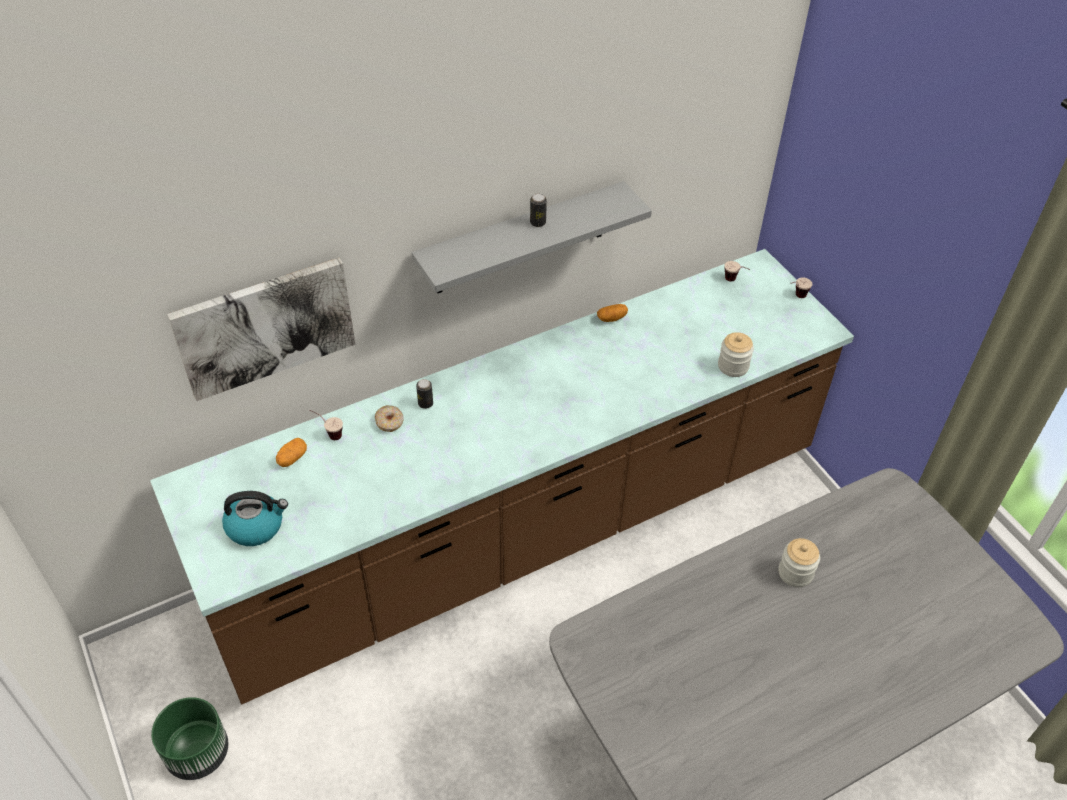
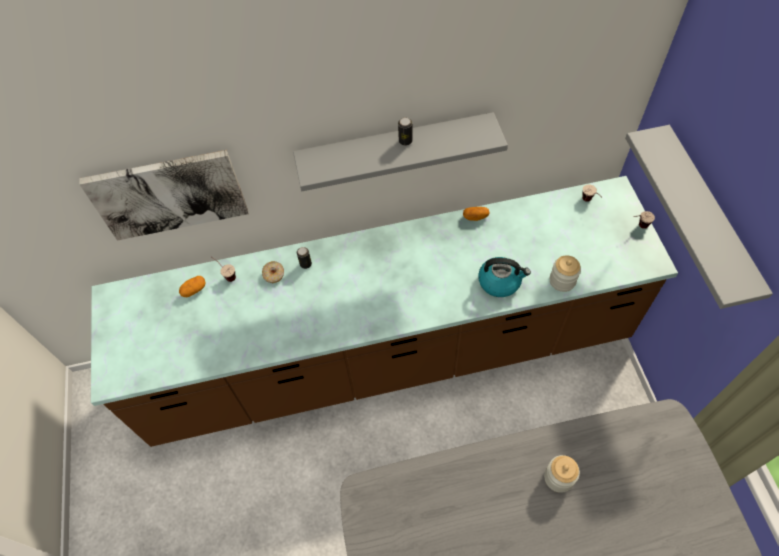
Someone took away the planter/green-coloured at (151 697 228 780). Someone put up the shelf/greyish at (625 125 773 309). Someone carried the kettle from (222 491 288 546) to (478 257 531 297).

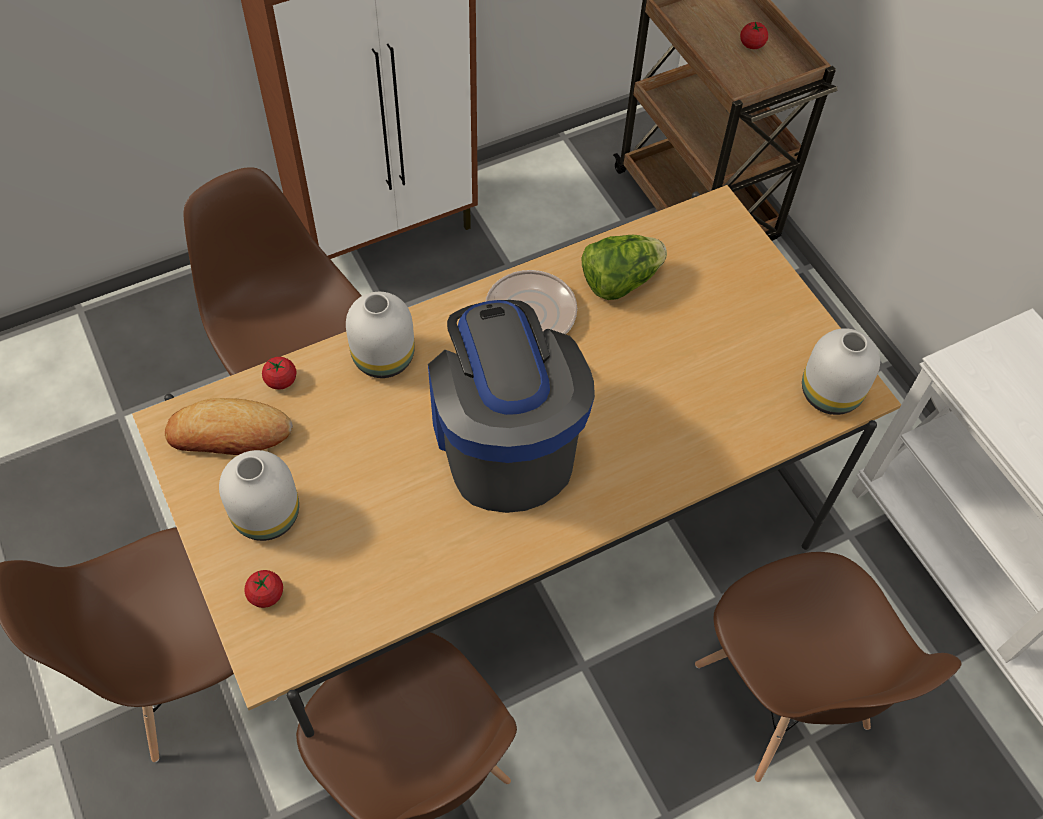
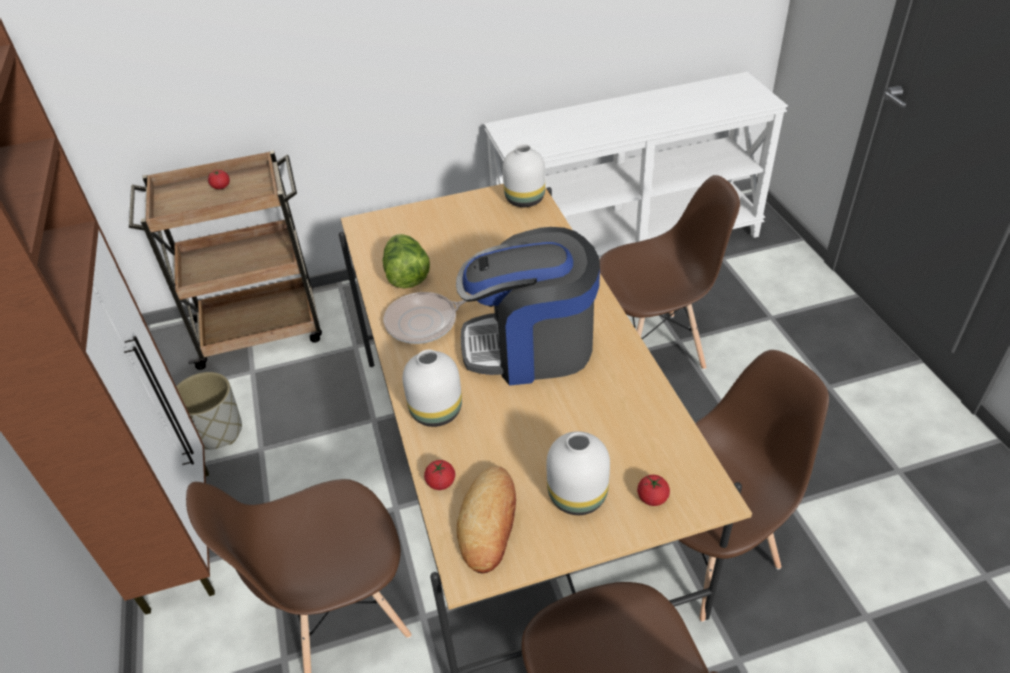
Someone put down the planter/greyish at (176 372 242 450).

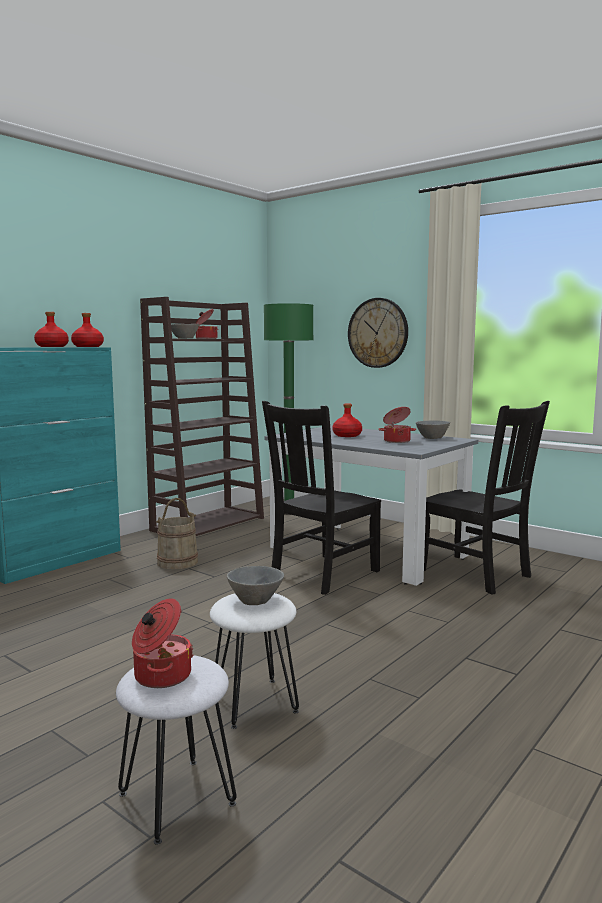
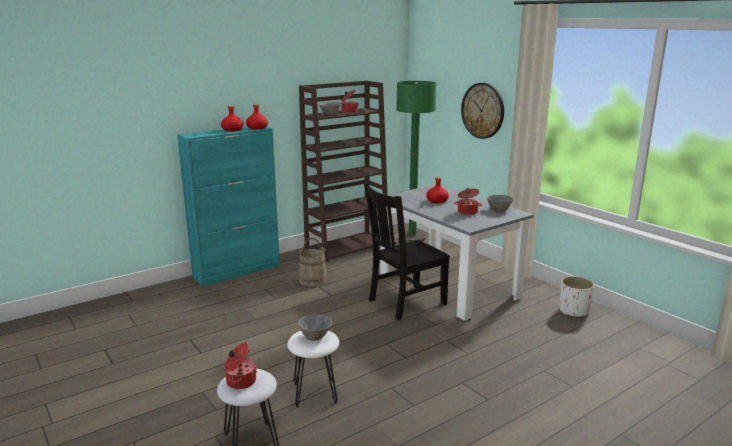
Someone took away the plain chair/black-coloured at (424 401 550 595). Someone put down the planter/whitish at (559 276 594 317).

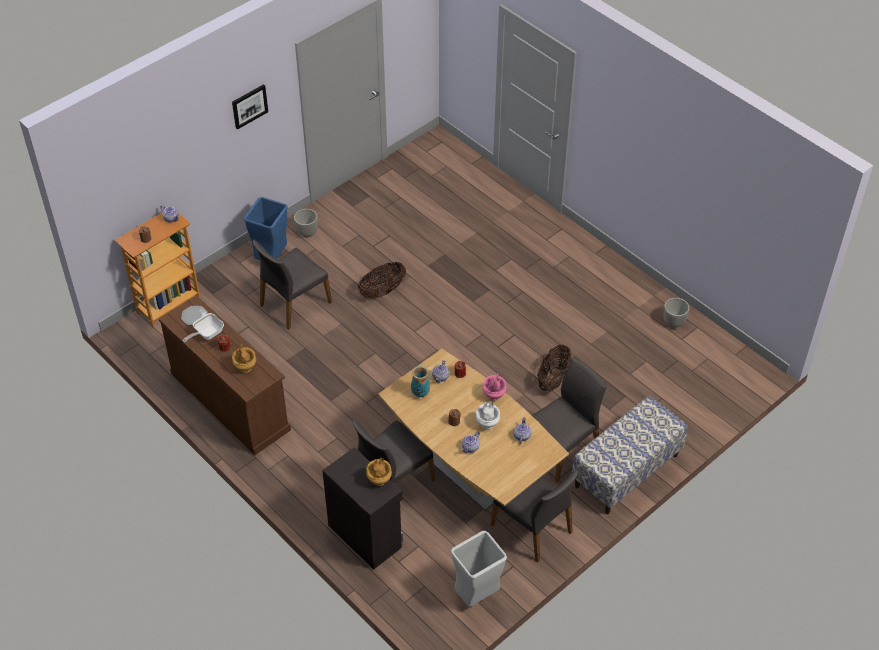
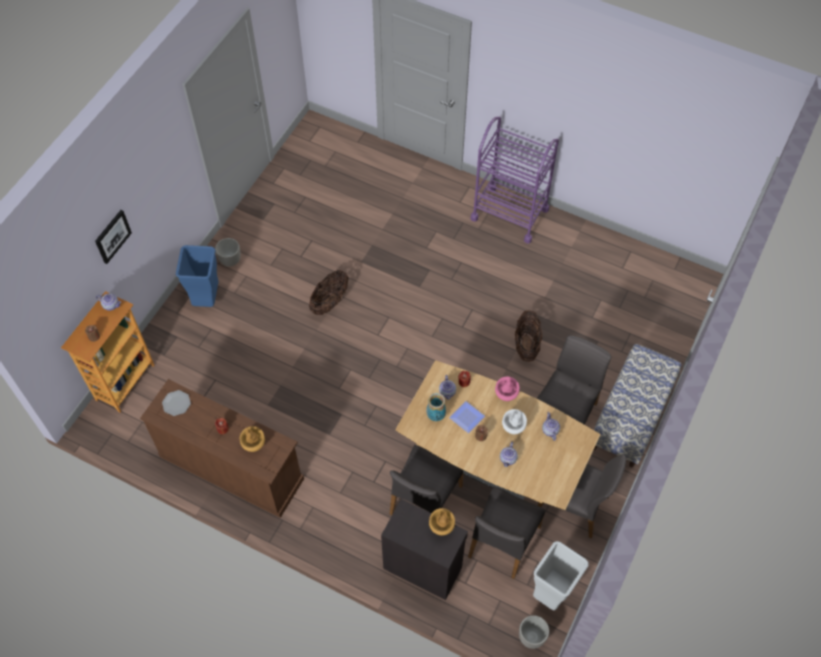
Someone took away the frying pan at (183 313 224 343). Someone put down the plate at (449 401 485 433). Someone put down the cart/purple-coloured at (470 117 559 244). Someone carried the wall art from (232 84 268 130) to (95 210 132 264). Someone carried the plain chair/greyish from (253 240 332 330) to (468 487 545 579). Someone carried the planter from (663 298 690 328) to (519 615 549 649).

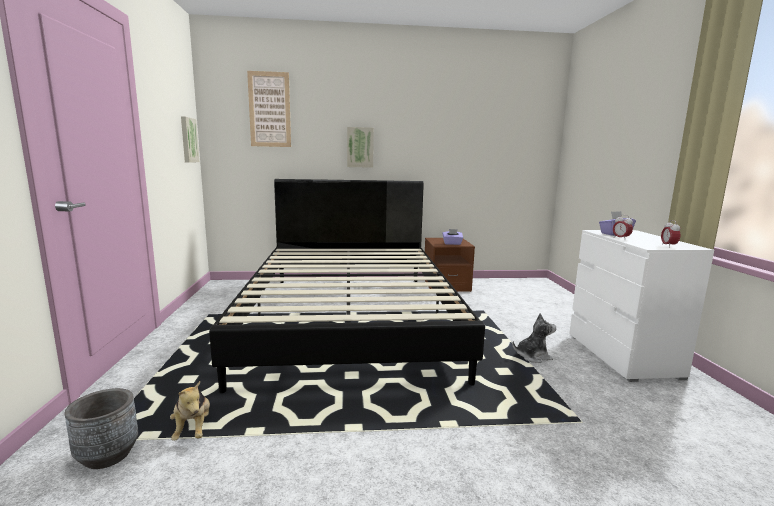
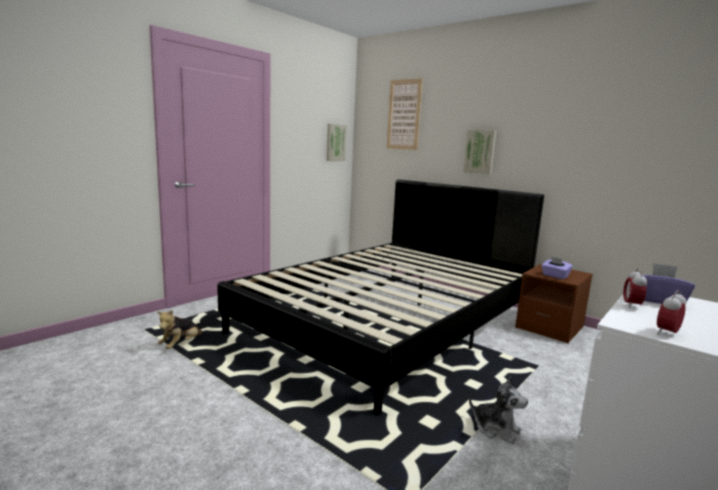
Someone took away the planter/greyish at (65 388 138 469).

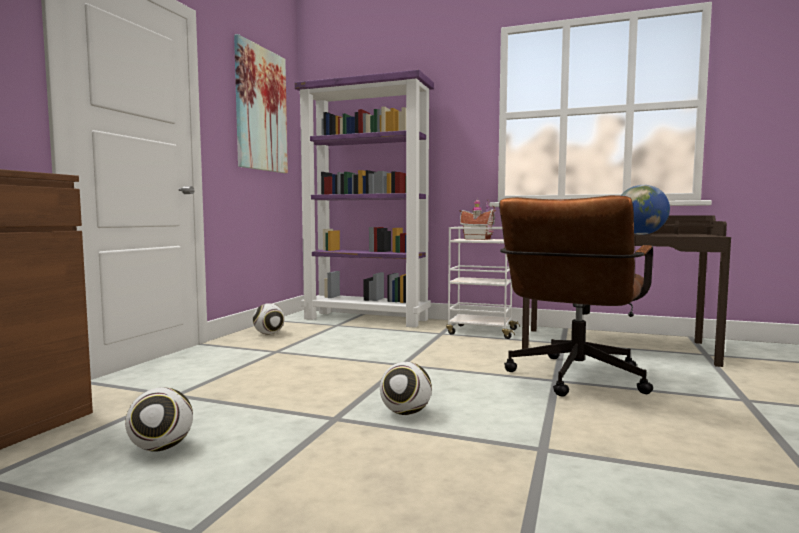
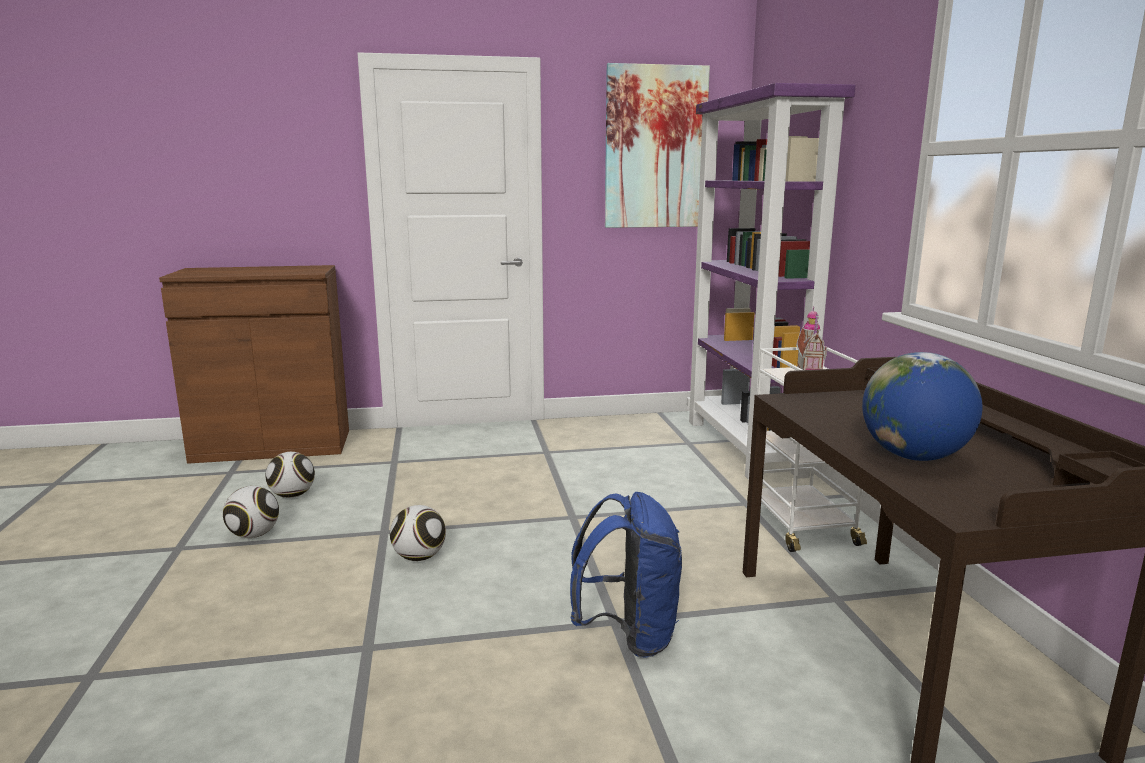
Someone carried the ball for football from (253 303 285 334) to (223 486 279 538). Someone swapped the desk chair/brown at (499 195 653 397) for the backpack/blue at (570 492 682 657).

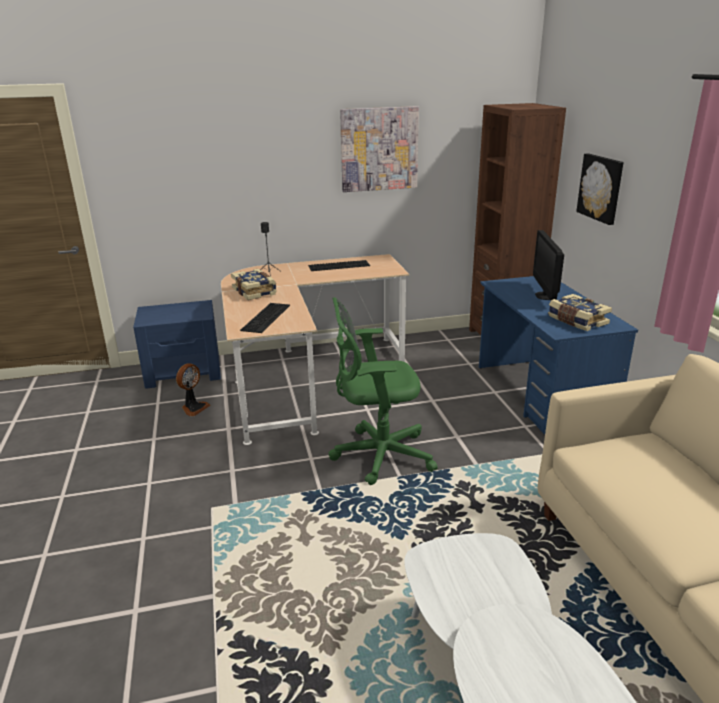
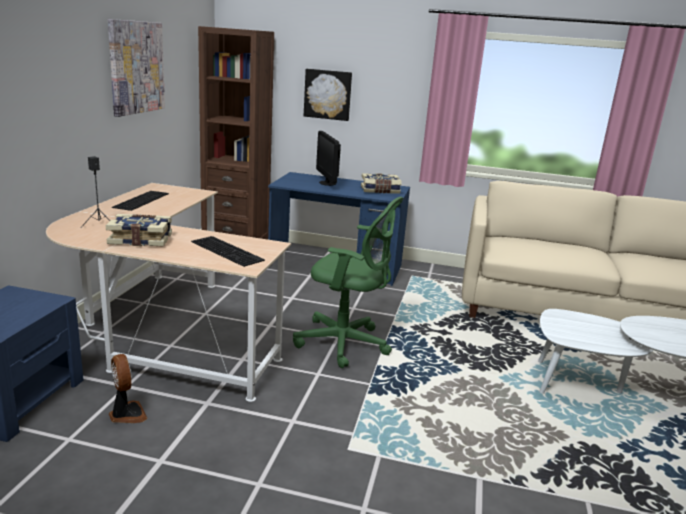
Someone rotated the desk chair/green-coloured at (329 297 438 485) by 90 degrees counterclockwise. Someone rotated the monitor at (533 230 564 301) by 45 degrees clockwise.

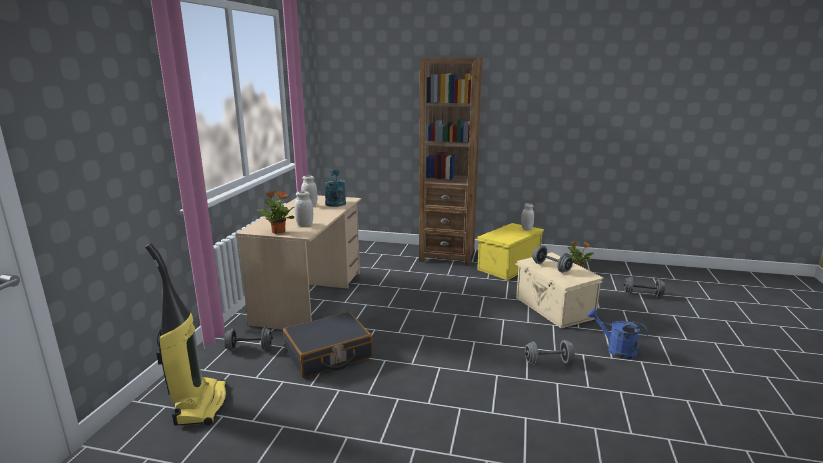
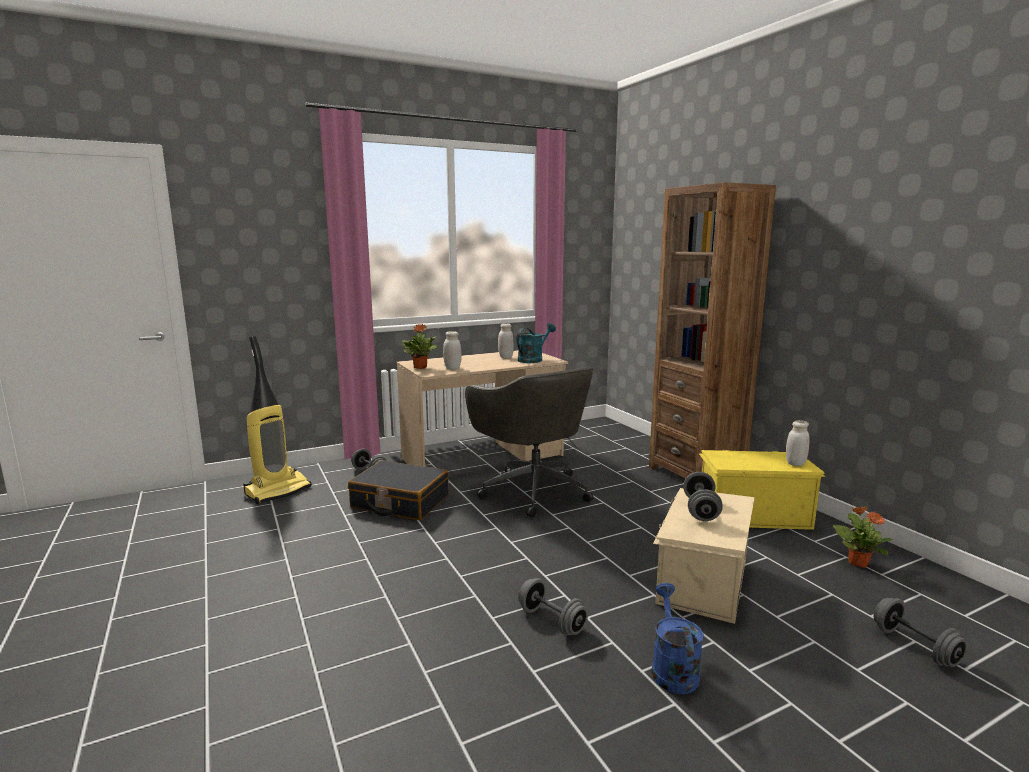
Someone put down the desk chair/greyish at (465 367 594 517).

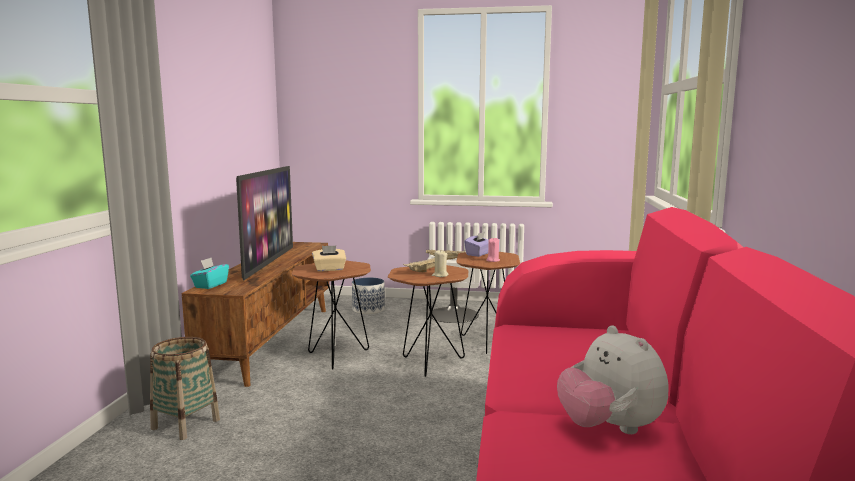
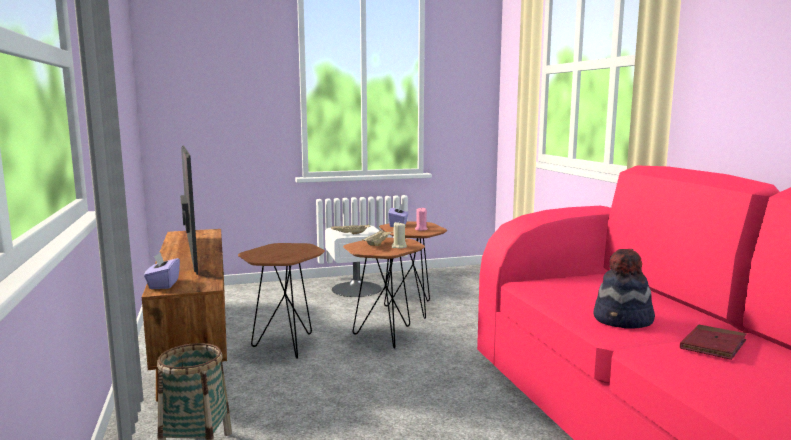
Someone took away the box of tissues/beige at (312 245 346 272). Someone took away the planter at (352 277 385 314). Someone put down the hat at (593 249 655 329). Someone swapped the plush toy at (557 325 668 434) for the volume/red at (680 325 747 360). Someone repainted the box of tissues/turquoise at (190 258 229 289), which became the box of tissues/purple-coloured at (144 252 180 289).

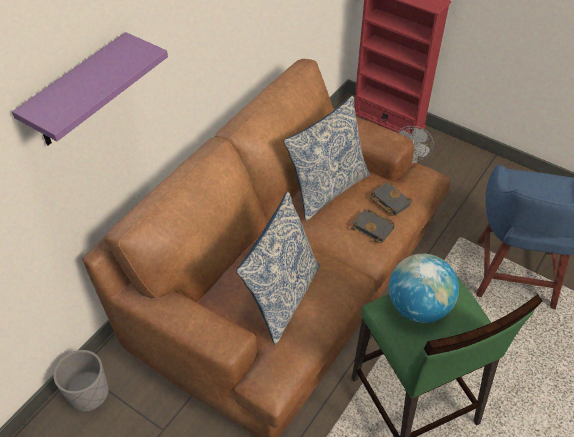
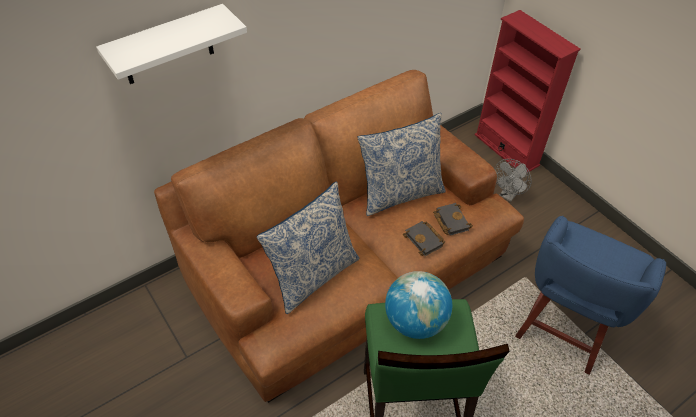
Someone took away the planter/greyish at (53 350 109 412). Someone repainted the shelf/purple-coloured at (12 32 168 145), which became the shelf/whitish at (96 4 247 84).

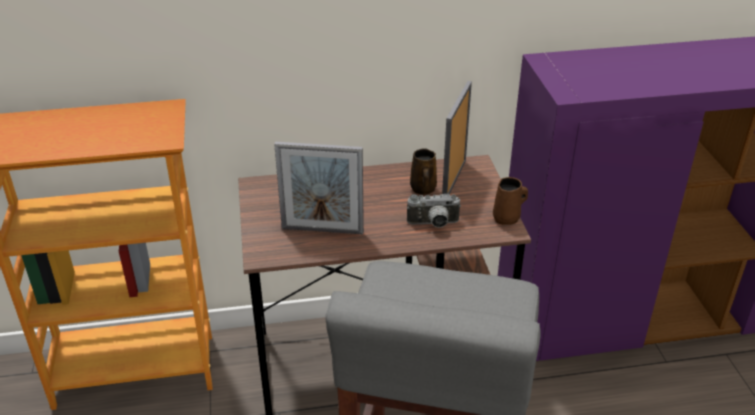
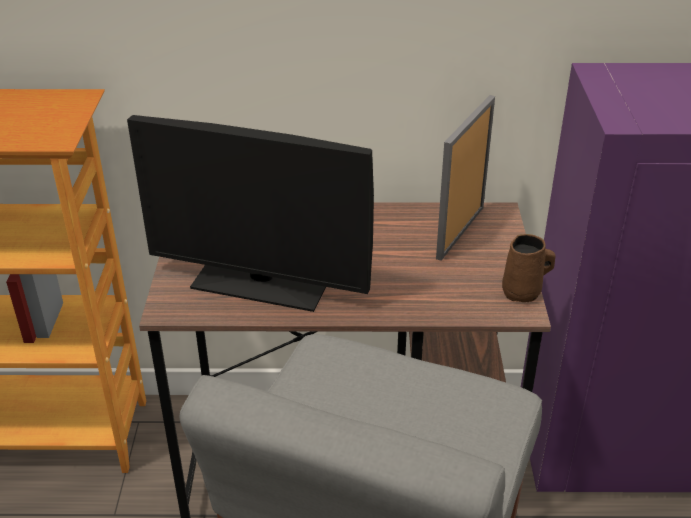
Someone took away the photo camera at (407 194 461 228). Someone took away the mug/brown at (410 148 437 195). Someone swapped the picture frame at (274 142 364 234) for the monitor at (127 115 374 312).

